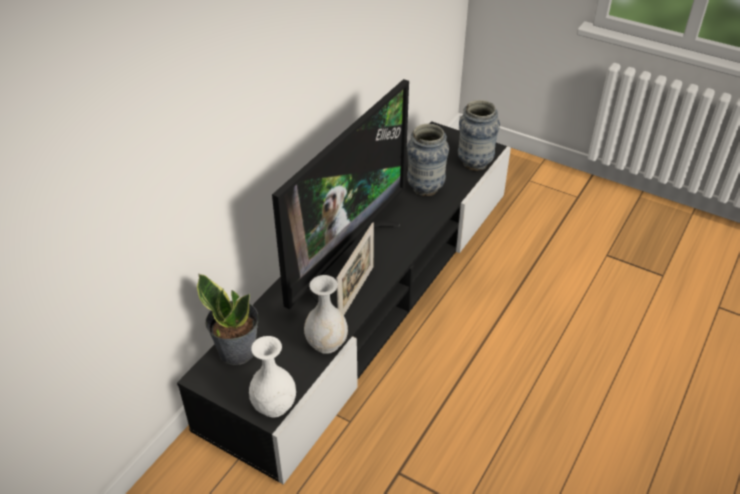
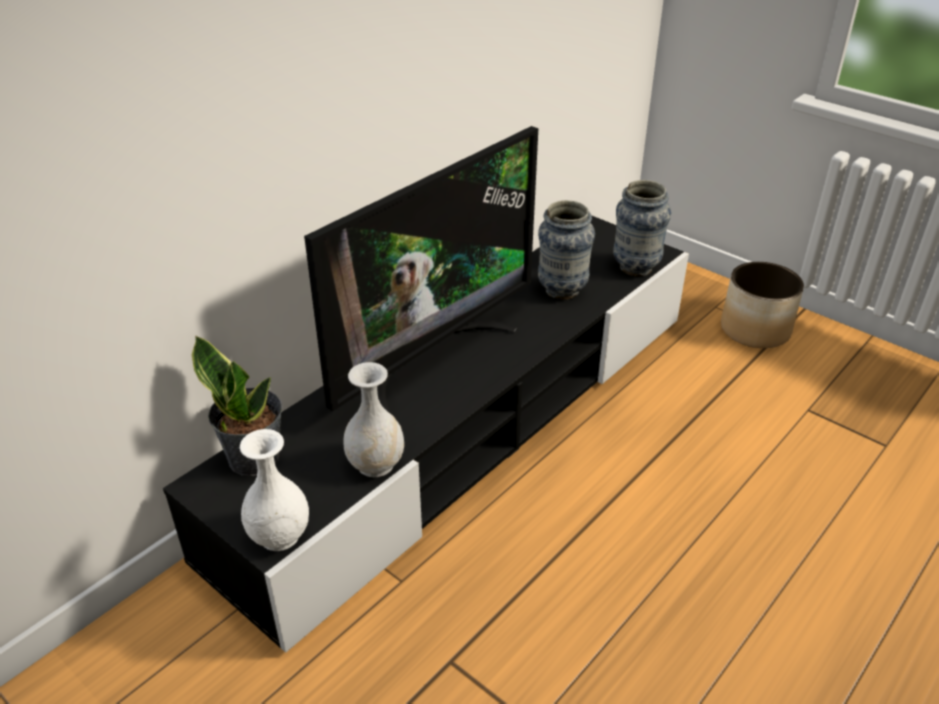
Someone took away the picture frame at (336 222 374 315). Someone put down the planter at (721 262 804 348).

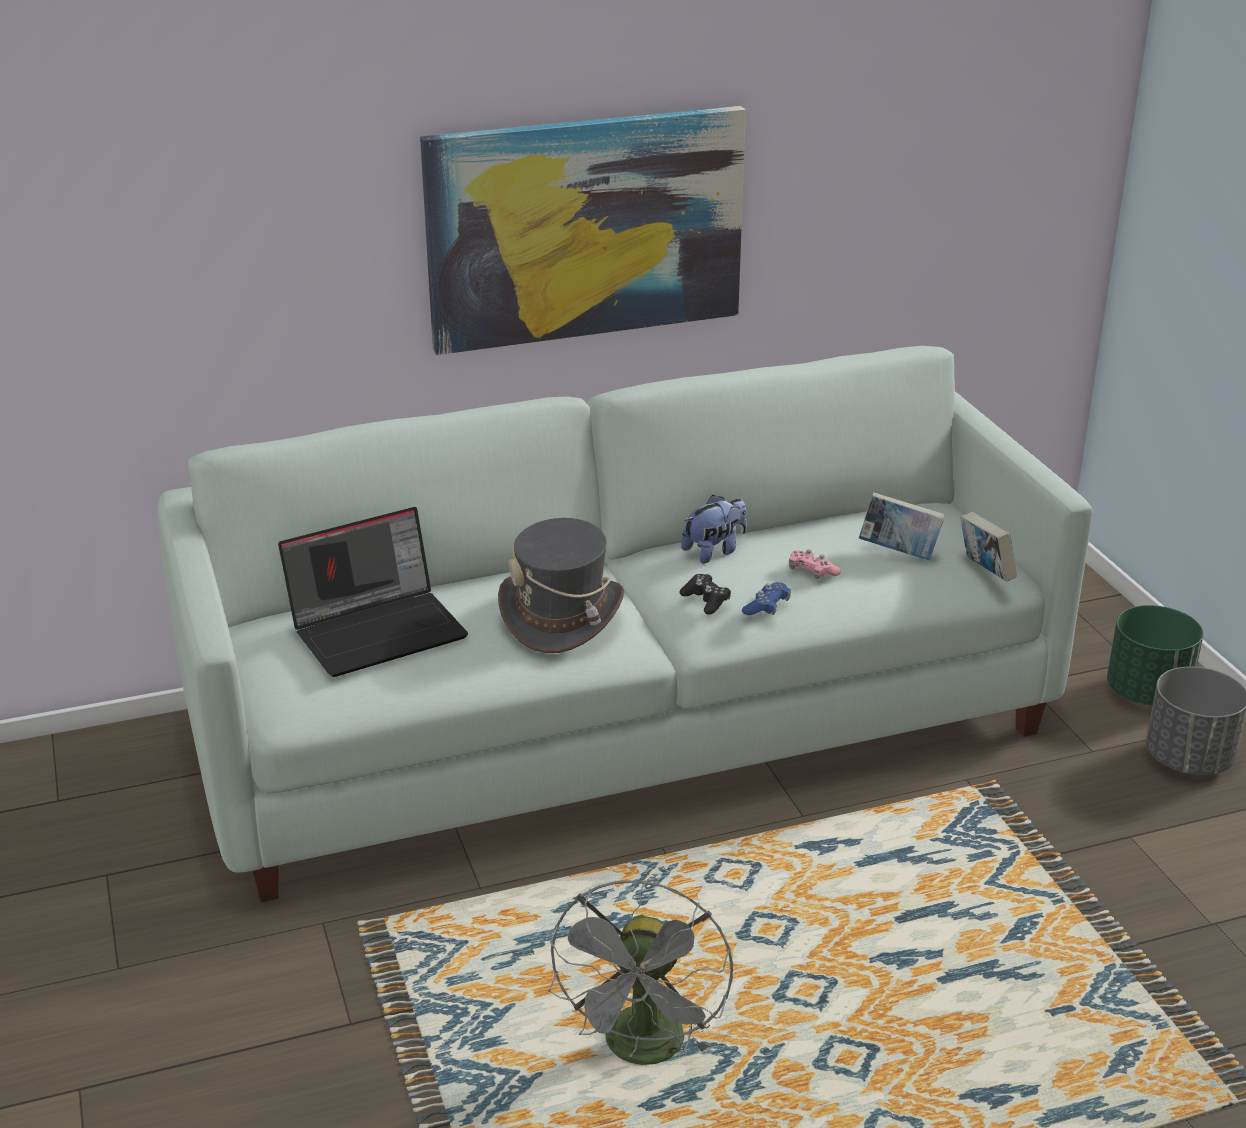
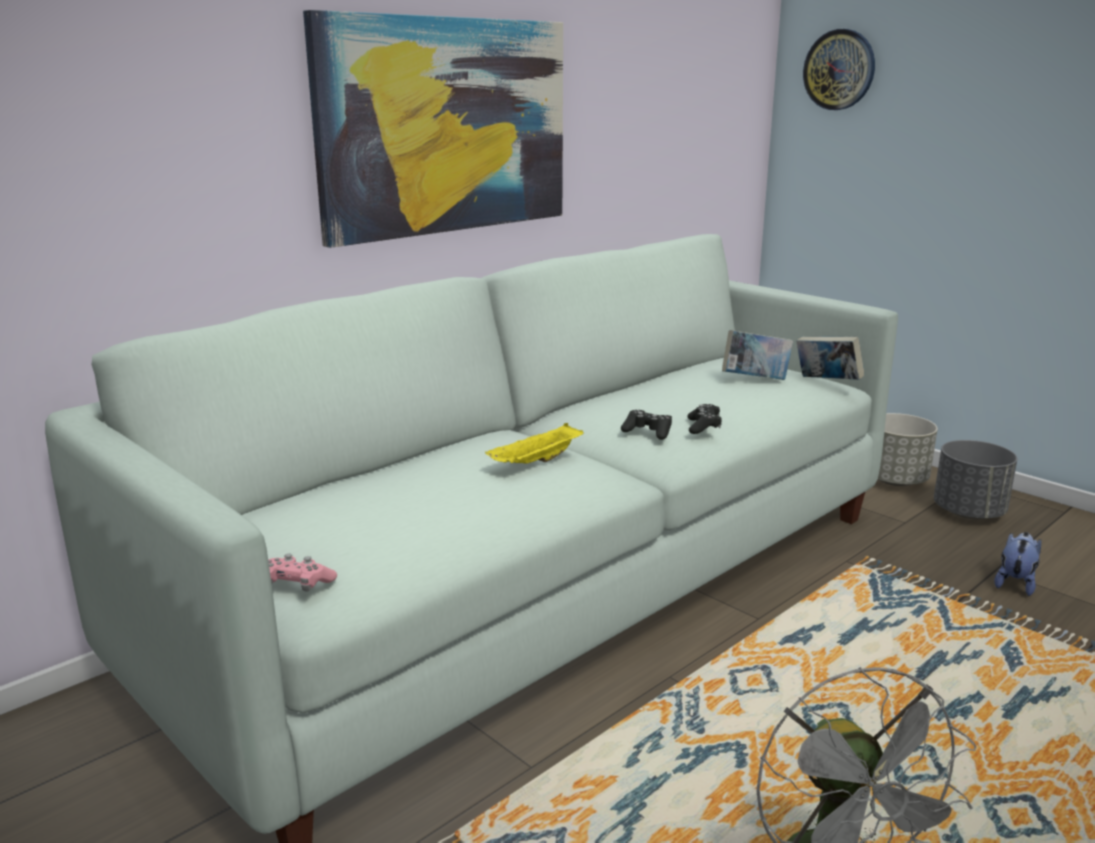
Someone took away the notebook computer at (278 507 468 677). Someone put up the hanging clock at (803 29 875 110). Someone carried the plush toy from (681 495 747 564) to (994 532 1041 596). Someone carried the gamepad/pink from (789 549 841 579) to (268 554 337 592). Someone swapped the hat/greyish at (498 518 624 653) for the tray/yellow at (485 423 584 464). Someone repainted the gamepad/blue at (742 582 791 615), which became the gamepad/black-coloured at (687 404 722 434). Someone repainted the planter/green-coloured at (1107 605 1203 706), which became the planter/greyish at (878 413 938 486).

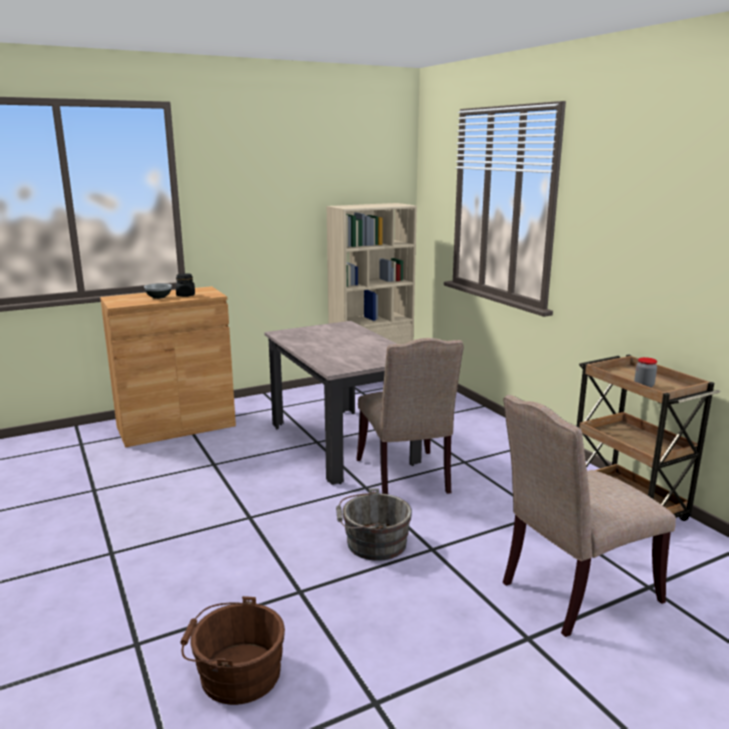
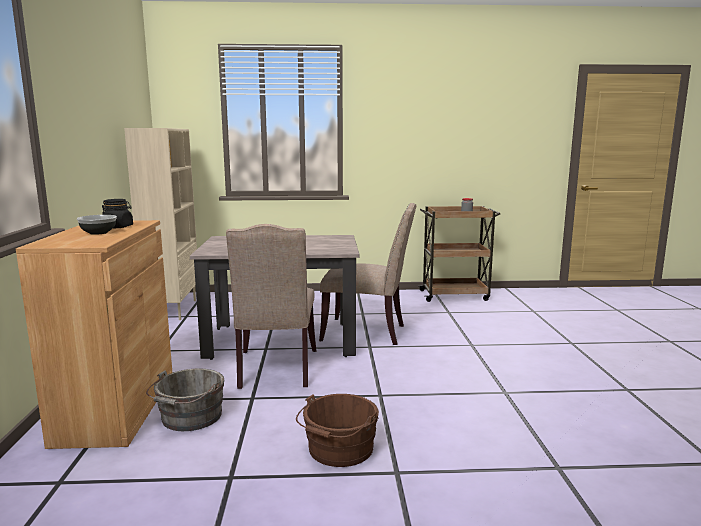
Someone carried the bucket/brown from (180 596 285 705) to (296 394 379 467). Someone carried the bucket/greyish from (336 488 412 561) to (146 368 225 431). Someone carried the plain chair/beige from (503 395 676 637) to (226 224 316 389).

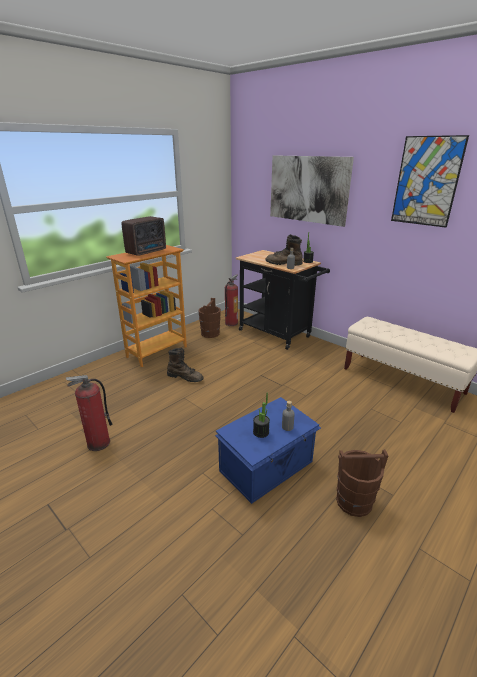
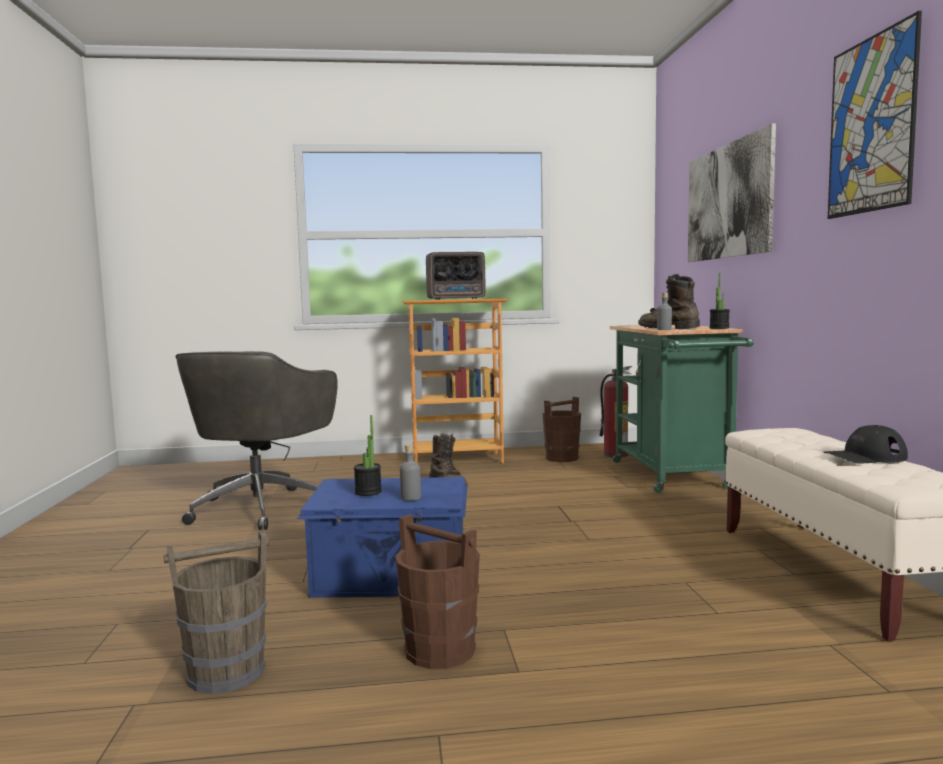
Someone put down the bucket/brown at (164 530 269 694). Someone put down the baseball cap/black-coloured at (824 425 908 464). Someone swapped the fire-fighting cylinder at (66 375 112 451) for the desk chair/greyish at (176 351 338 530). Someone repainted the cart/black-coloured at (235 250 330 350), which became the cart/green-coloured at (610 325 754 493).

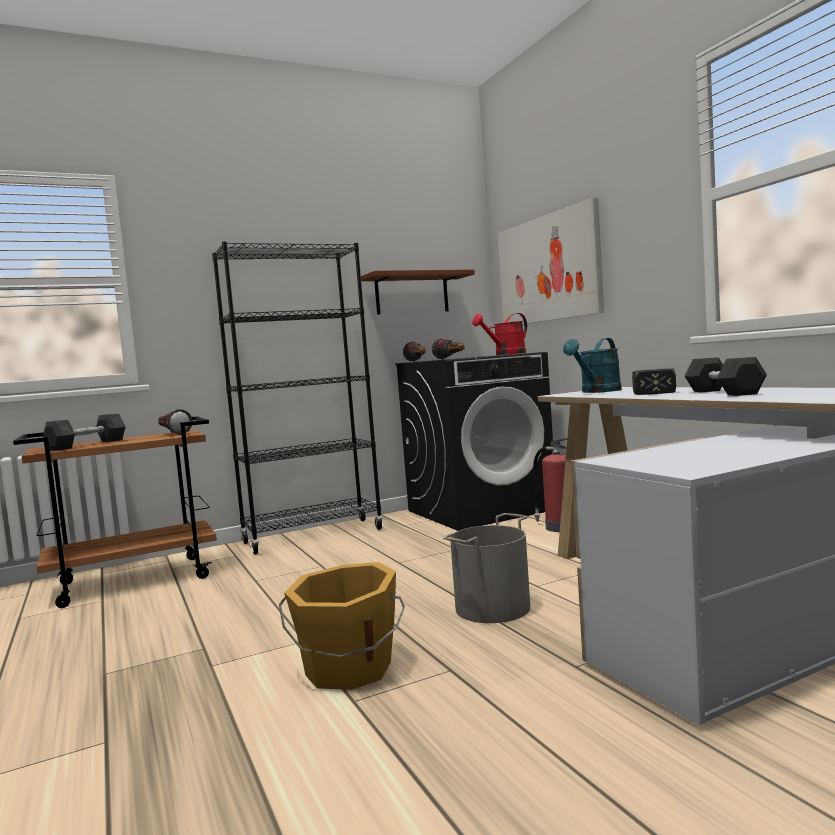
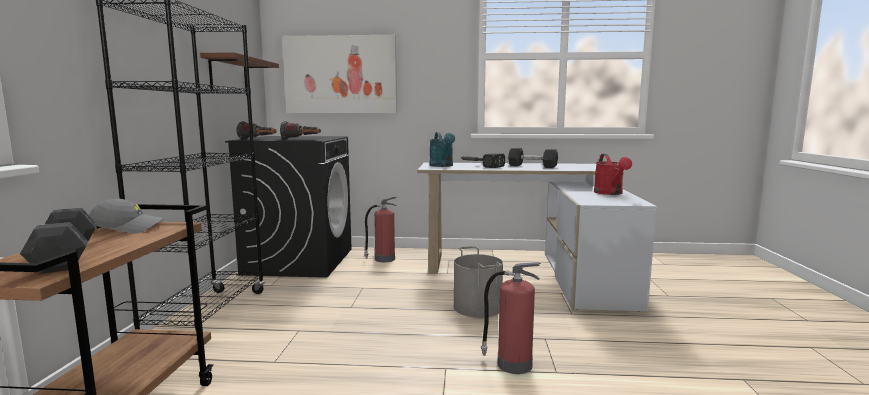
Someone carried the sprinkling can/red from (472 313 527 355) to (594 154 632 195). Someone swapped the torch at (158 409 193 435) for the baseball cap/greyish at (89 199 165 234). Someone swapped the bucket/orange at (279 562 405 690) for the fire-fighting cylinder at (481 262 541 374).

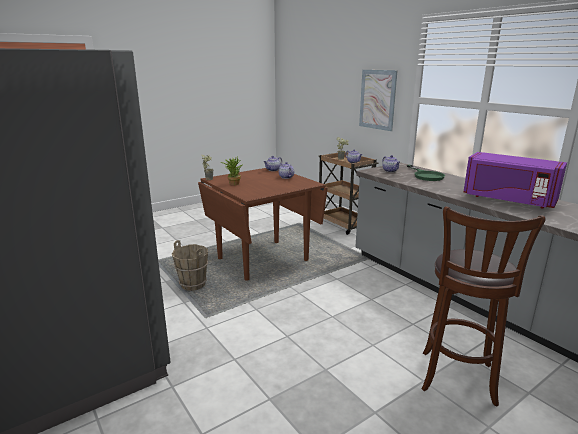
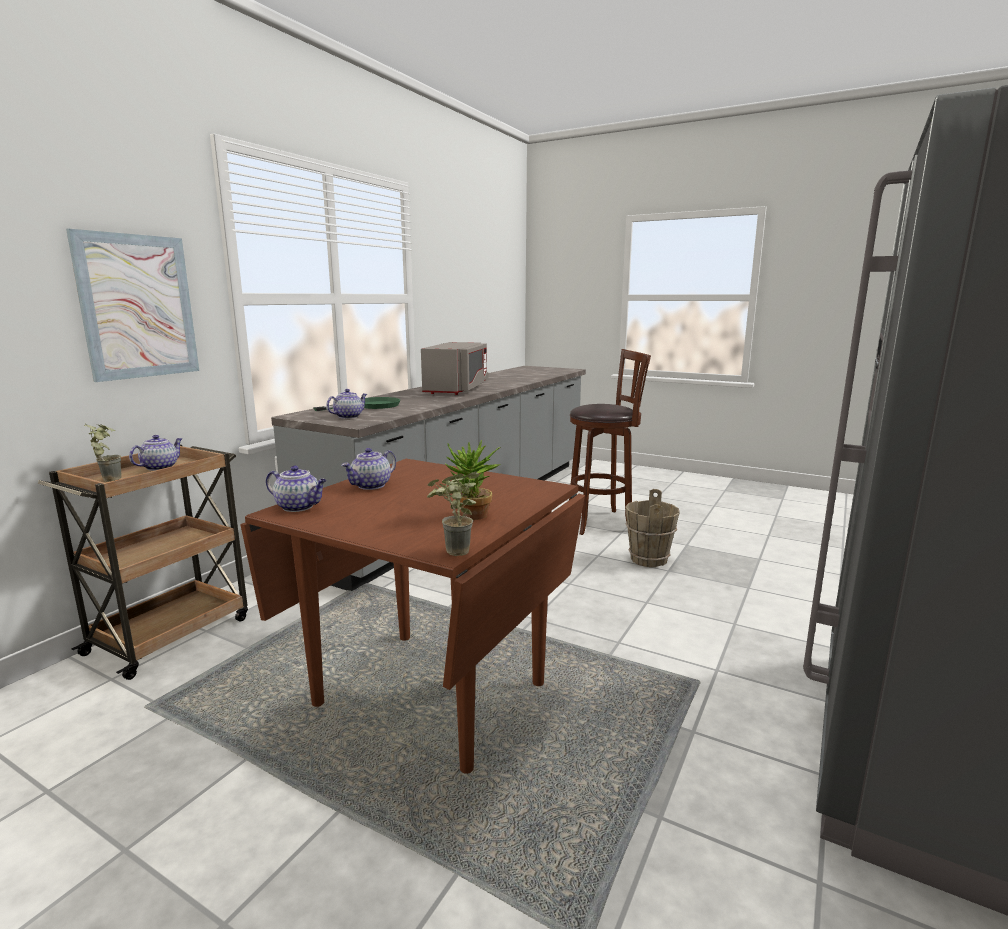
Someone carried the bucket/brown from (172 240 208 291) to (625 489 680 567). Someone repainted the kitchen microwave/purple-coloured at (464 152 567 209), which became the kitchen microwave/greyish at (421 342 489 395).

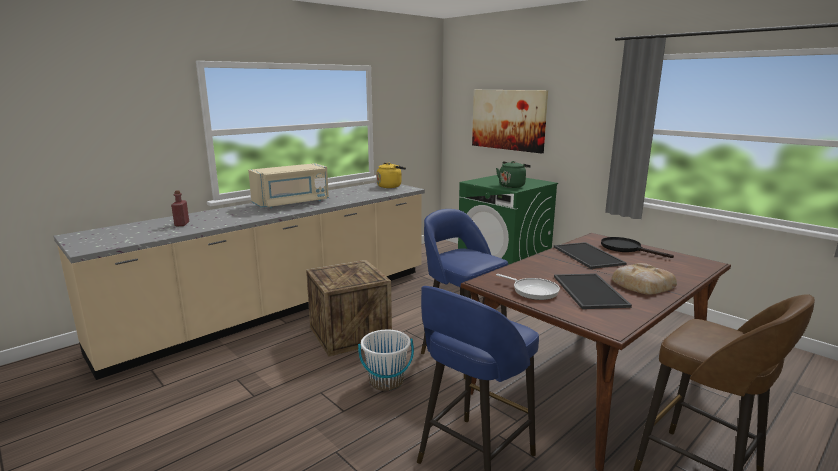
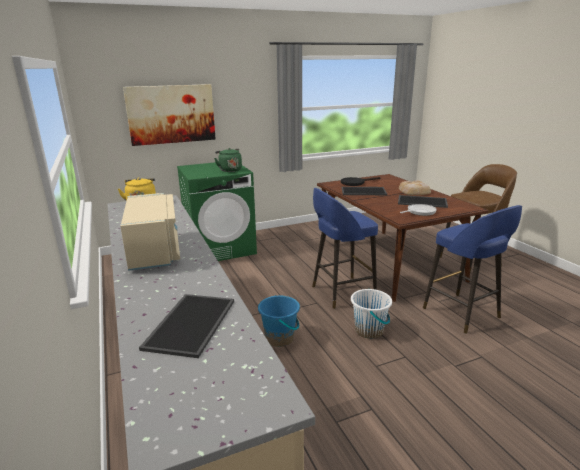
Someone swapped the beverage bottle/red at (171 190 189 226) for the tray at (139 294 234 358). Someone swapped the crate at (306 260 392 357) for the bucket/blue at (258 295 300 347).

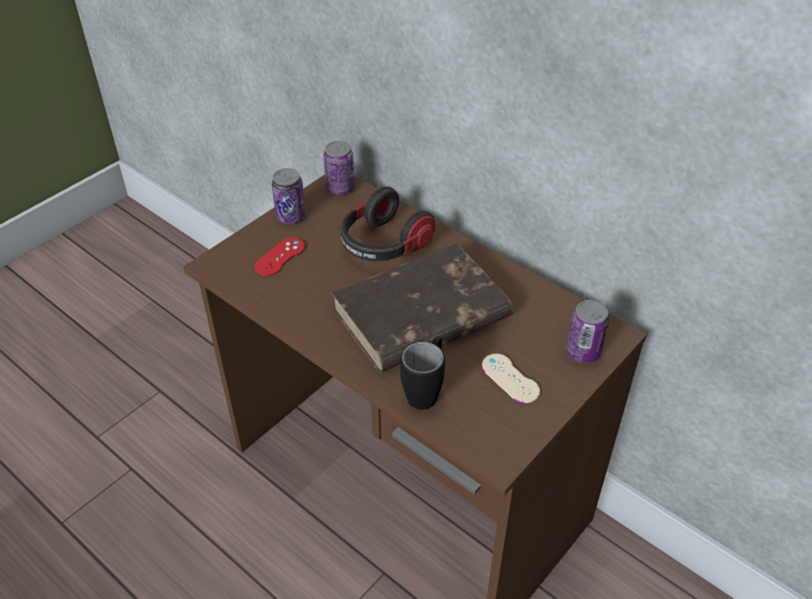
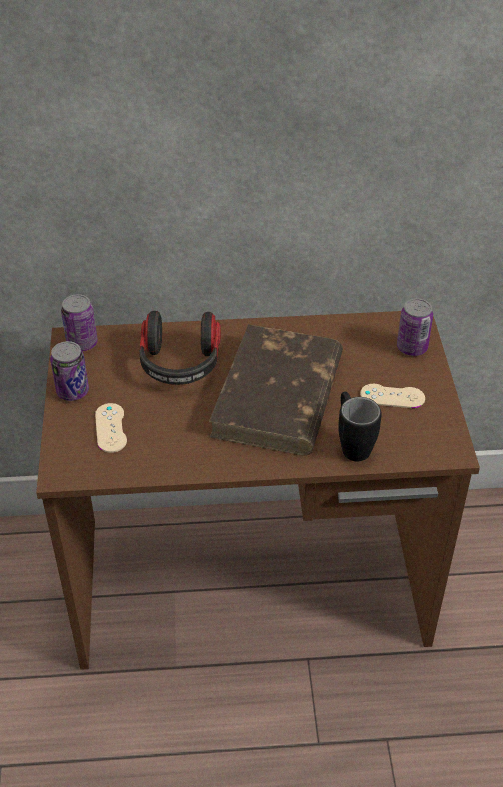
Someone repainted the gamepad/red at (254 237 305 276), which became the gamepad/beige at (95 403 127 453).

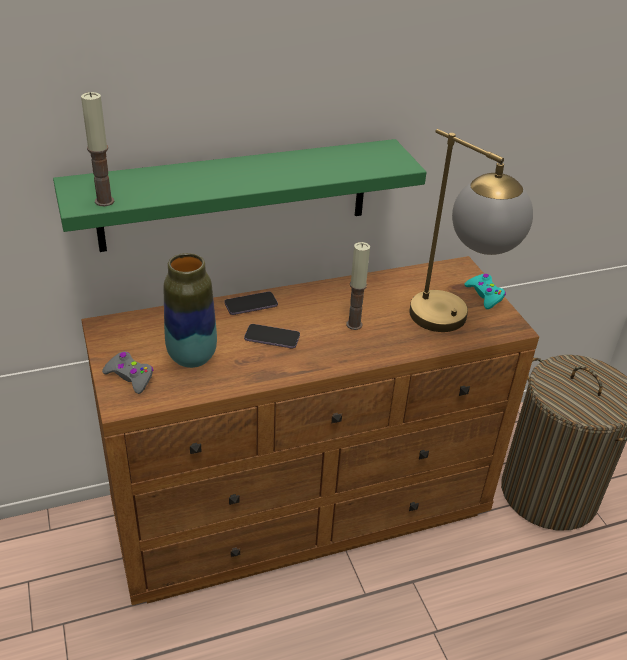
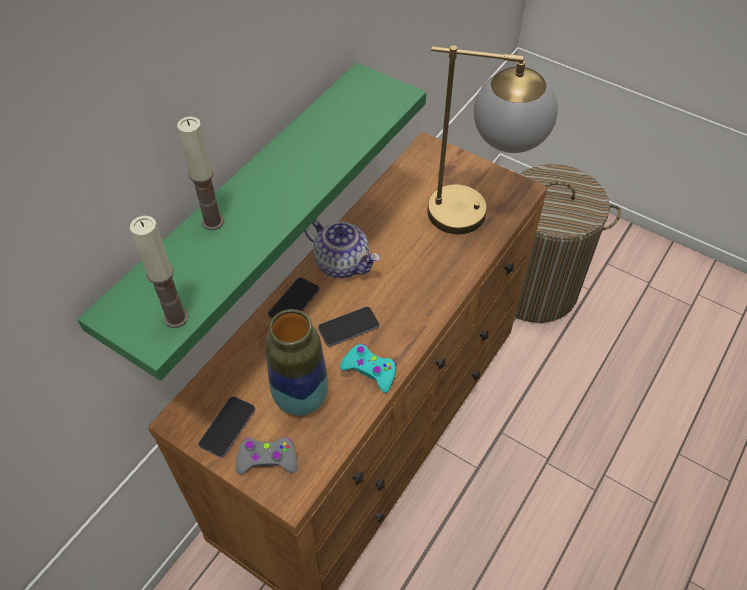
Someone put down the handset at (198 396 255 458). Someone put down the teapot at (304 219 380 278). Someone carried the wax light from (346 242 370 330) to (177 117 224 230). Someone carried the gamepad/turquoise from (465 274 506 309) to (340 344 396 393).

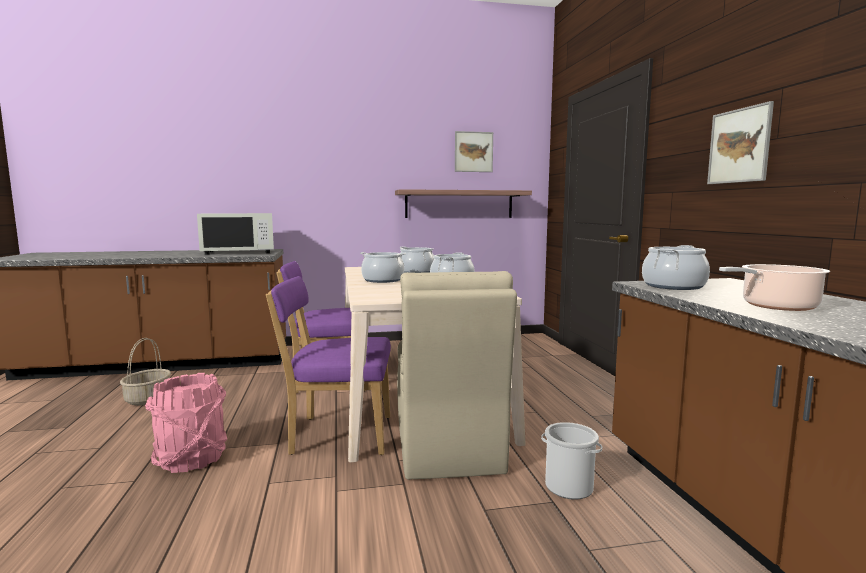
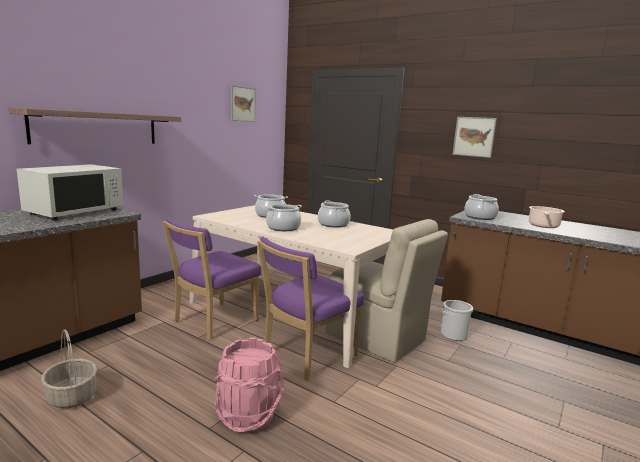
Someone carried the shelf from (395 189 532 218) to (9 107 181 144).

